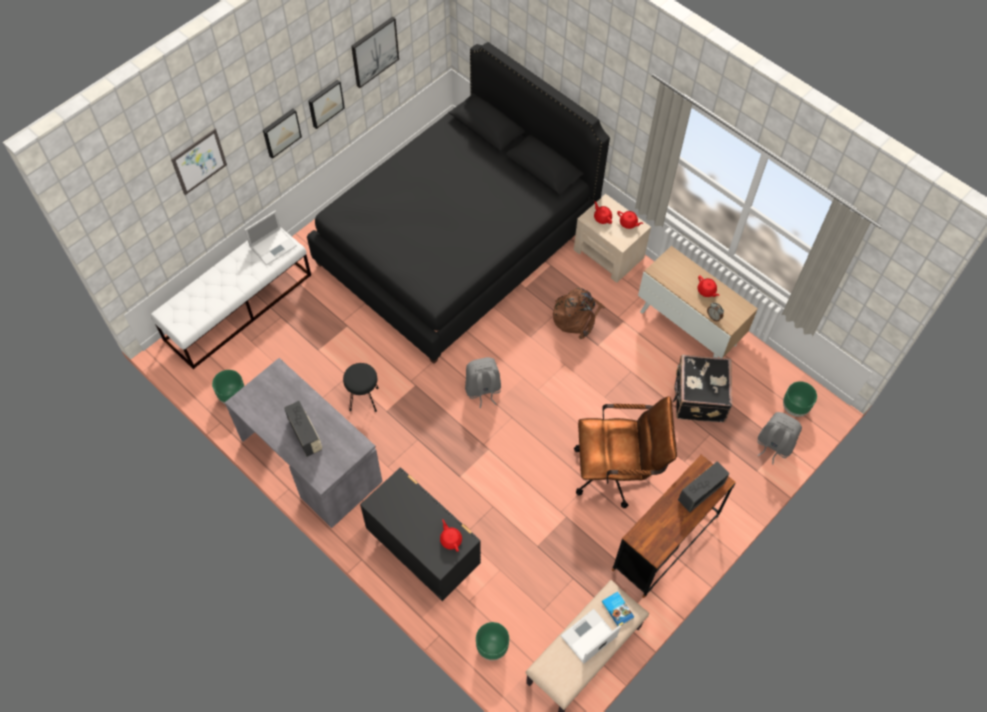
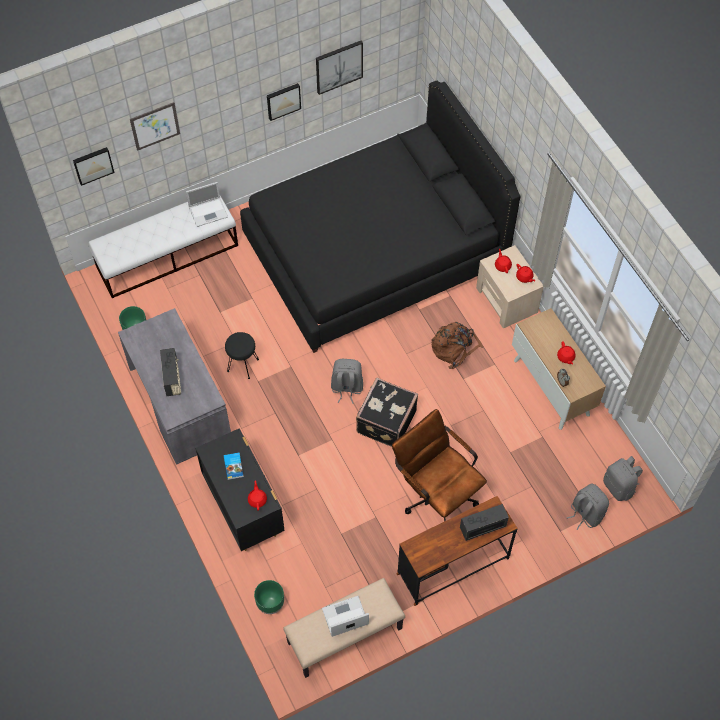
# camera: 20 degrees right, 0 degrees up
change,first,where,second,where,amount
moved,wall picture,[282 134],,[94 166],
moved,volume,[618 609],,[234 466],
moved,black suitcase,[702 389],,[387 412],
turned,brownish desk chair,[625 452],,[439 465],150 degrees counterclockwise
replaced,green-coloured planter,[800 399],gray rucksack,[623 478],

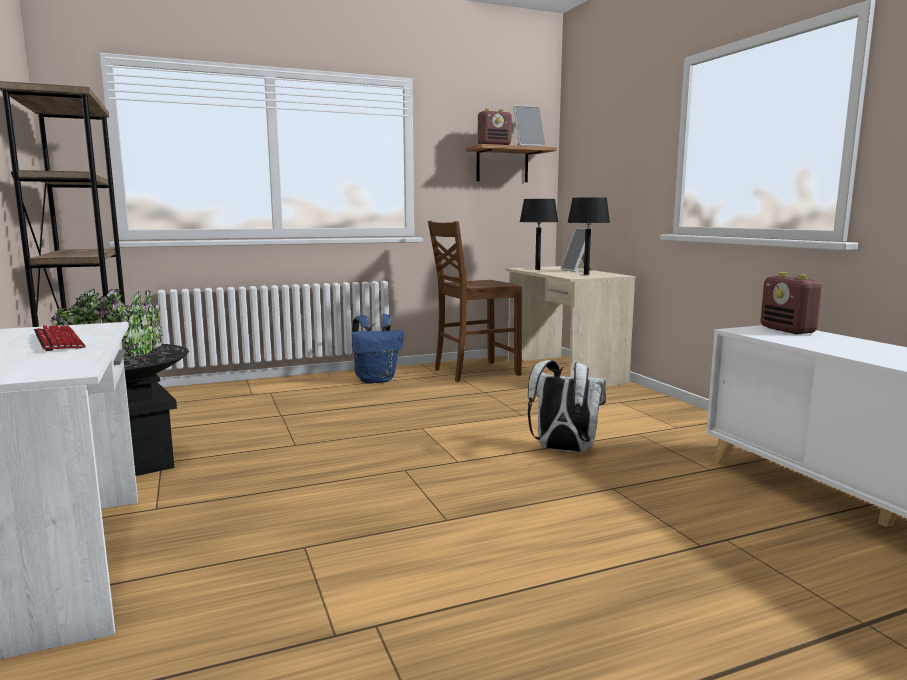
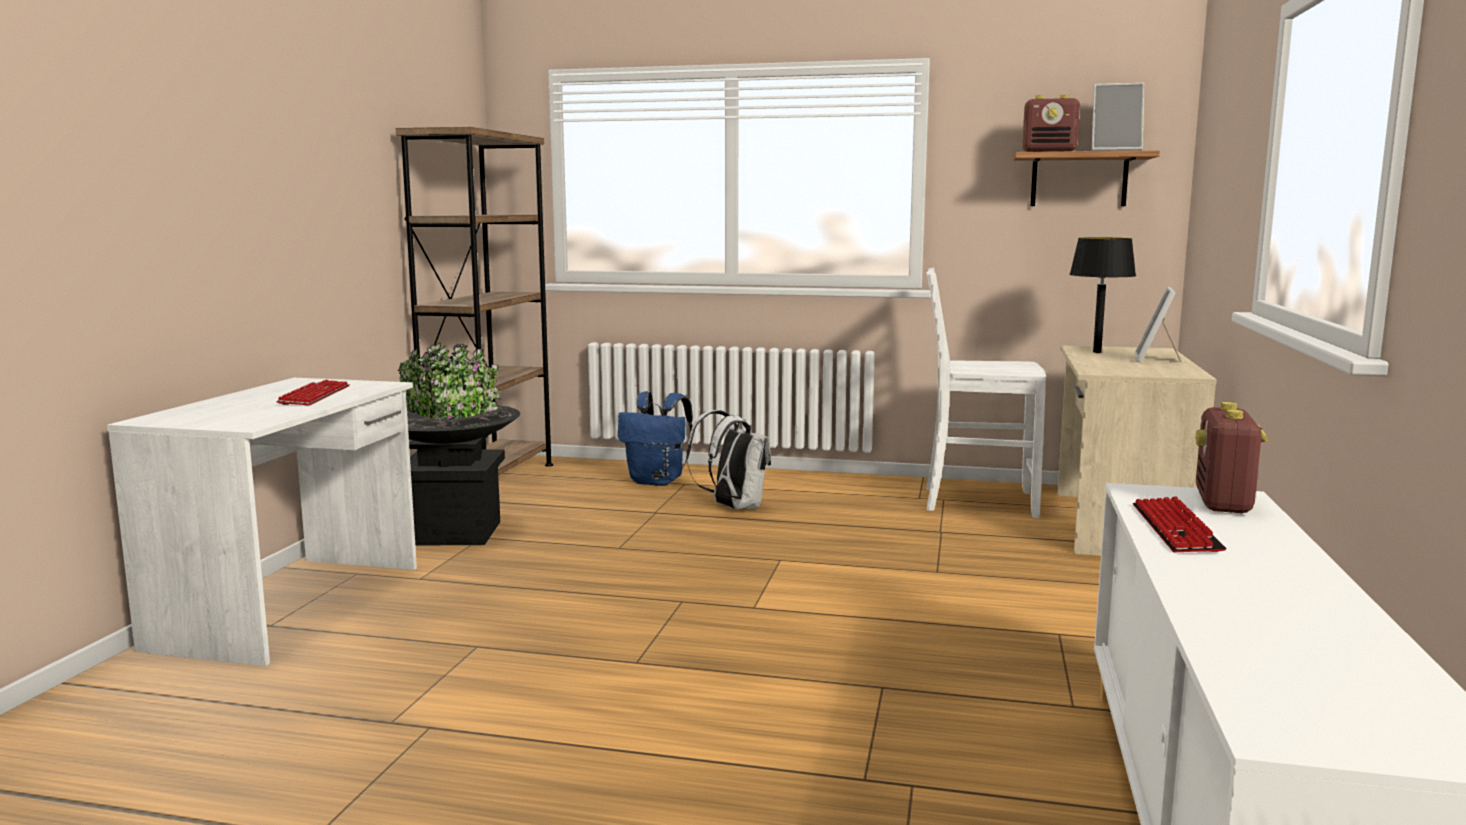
# camera: 35 degrees right, 0 degrees up
change,first,where,second,where,amount
moved,blue-coloured rucksack,[377 349],,[655 438],
moved,whitish rucksack,[567 406],,[728 460],
recoloured,brownish chair,[475 301],whitish chair,[986 393],
added,,,PC keyboard,[1180 524],
removed,black lamp for a table,[588 236],,,

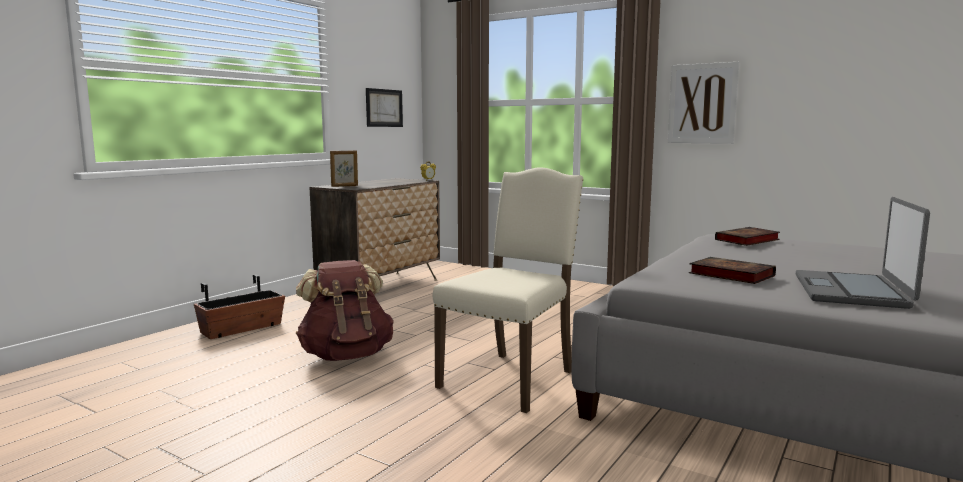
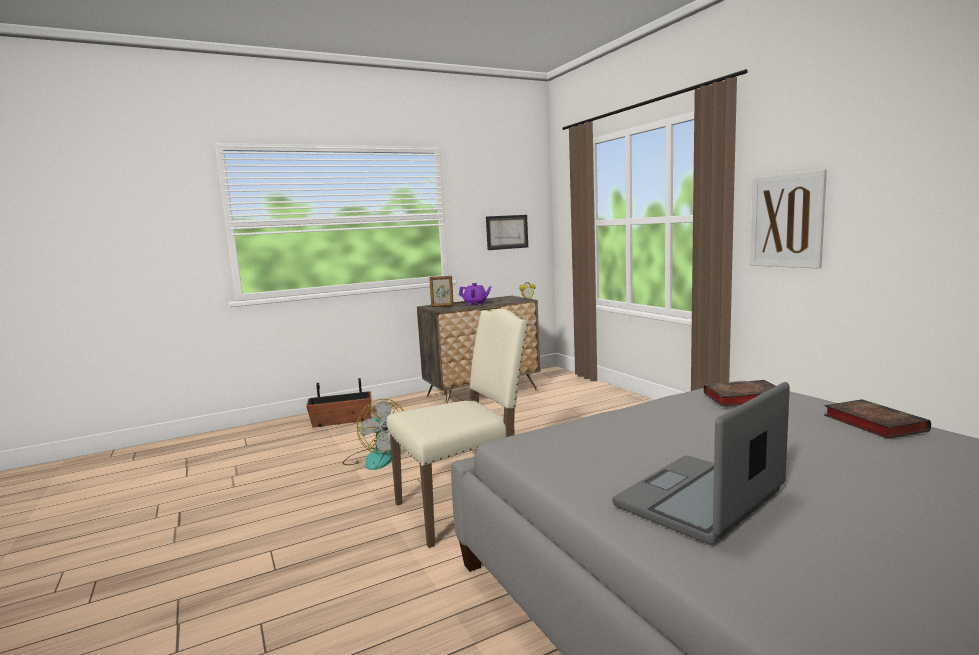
# camera: 30 degrees right, 0 degrees up
change,first,where,second,where,amount
replaced,brownish rucksack,[345 310],fan,[373 434],
added,,,purple pot for tea,[475 294],
moved,volume,[732 270],,[877 419],

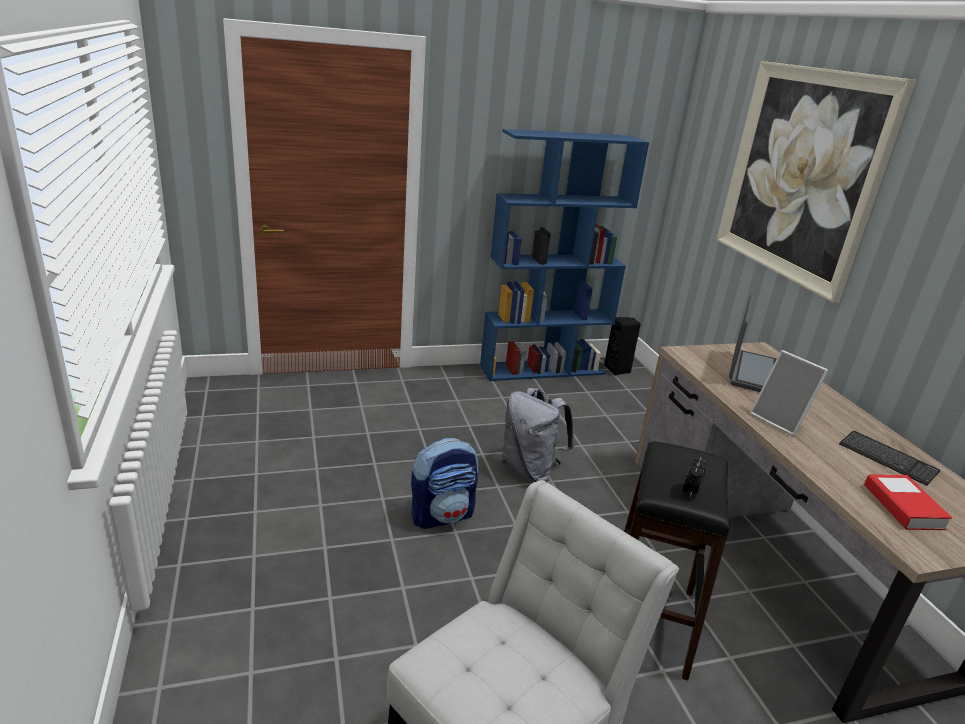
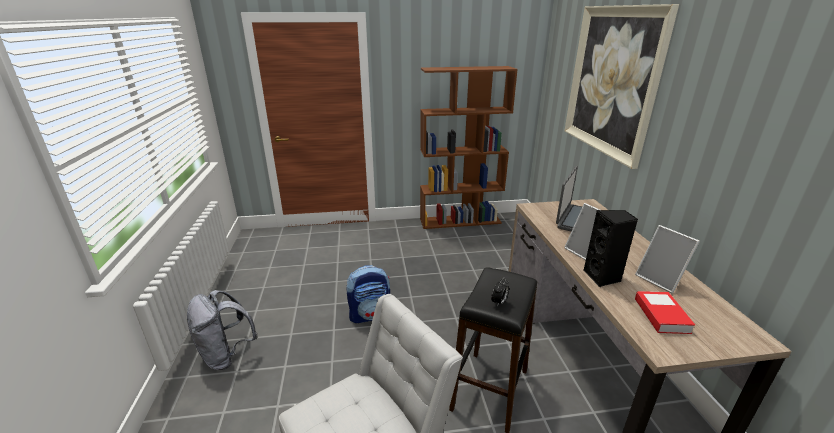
# camera: 10 degrees right, 0 degrees up
change,first,where,second,where,amount
moved,gray rucksack,[538 435],,[222 330],
recoloured,blue-coloured shelving unit,[564 255],brownish shelving unit,[469 147],
moved,black audio speaker,[622 346],,[610 248],
replaced,PC keyboard,[889 458],photo frame,[667 259],

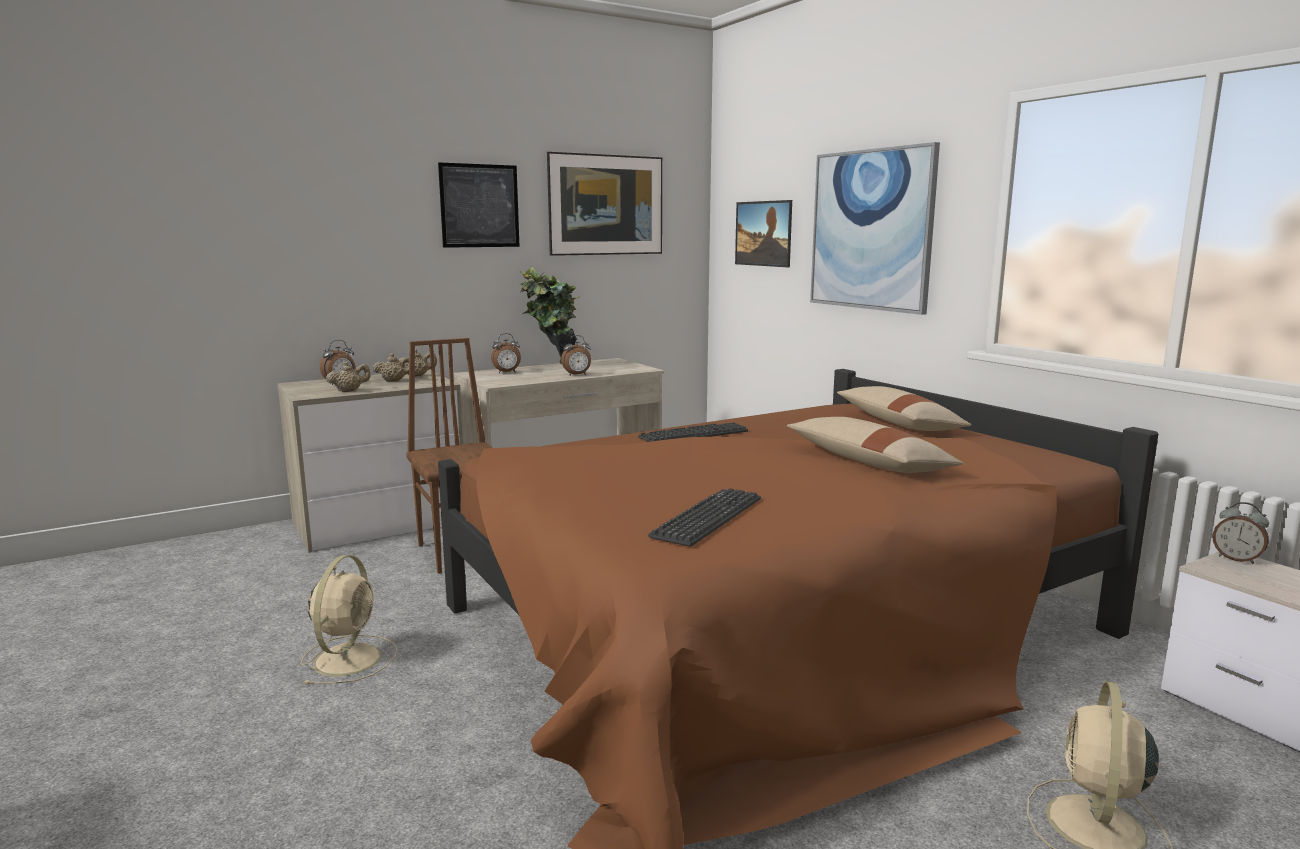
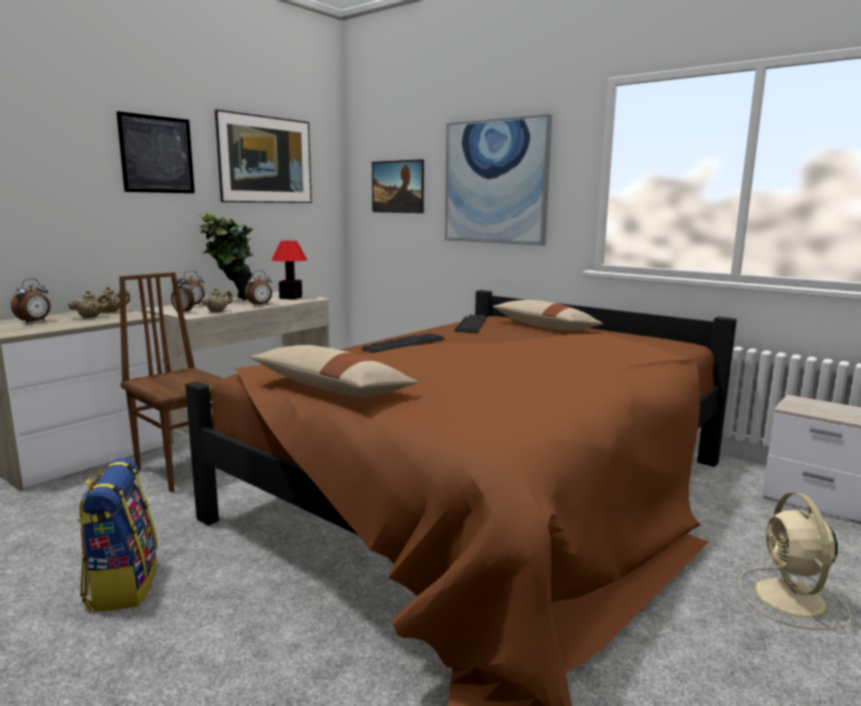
# camera: 20 degrees left, 0 degrees up
change,first,where,second,where,amount
replaced,beige-coloured fan,[349 620],rucksack,[118 535],
moved,alarm clock,[1241 533],,[182 296],
moved,beige-coloured pot for tea,[348 376],,[217 300],
moved,beige-coloured pillow,[875 445],,[334 371],
added,,,lamp for a table,[289 270],
moved,PC keyboard,[704 517],,[470 324],

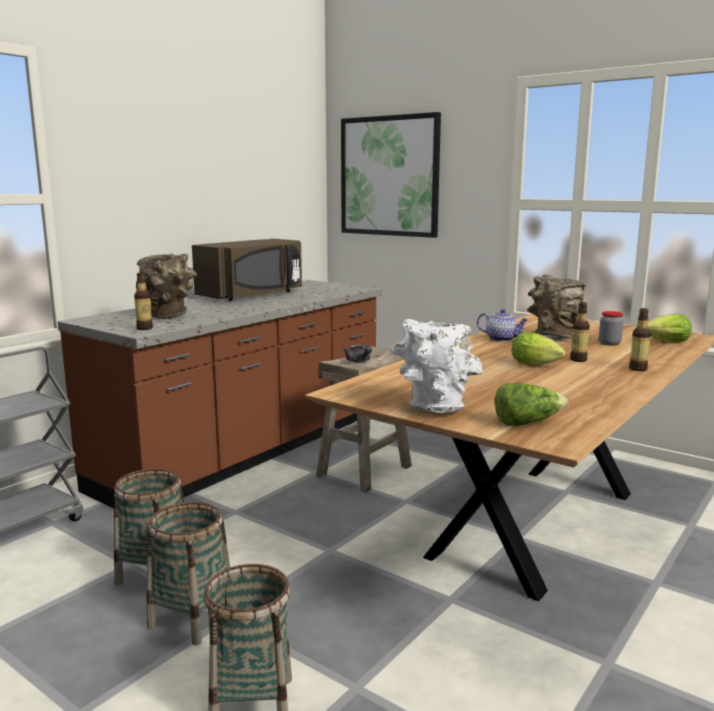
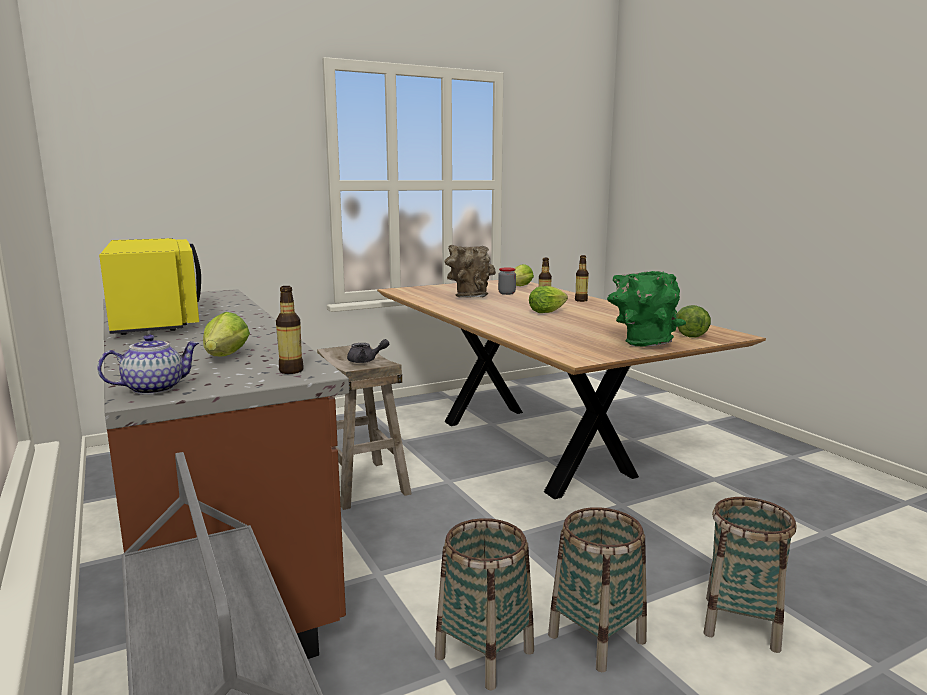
# camera: 65 degrees left, 0 degrees up
change,first,where,second,where,amount
moved,pot for tea,[503 325],,[148 364],
recoloured,brownish microwave oven,[247 270],yellowish microwave oven,[150 286],
replaced,brownish decorative vase,[166 286],lettuce head,[226 334],
recoloured,whitish decorative vase,[437 366],green-coloured decorative vase,[646 309],
removed,wall picture,[391 175],,,

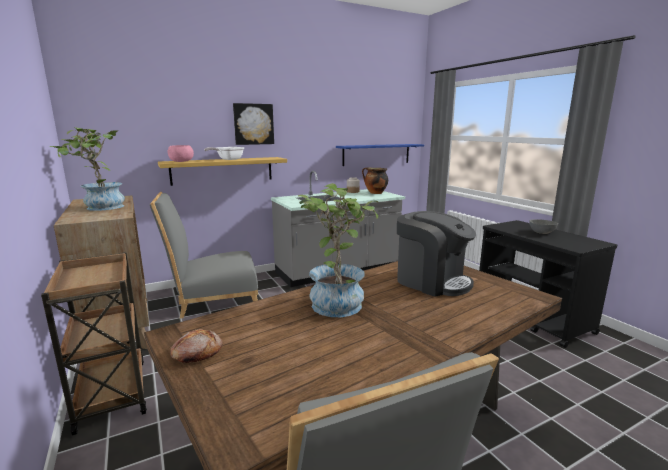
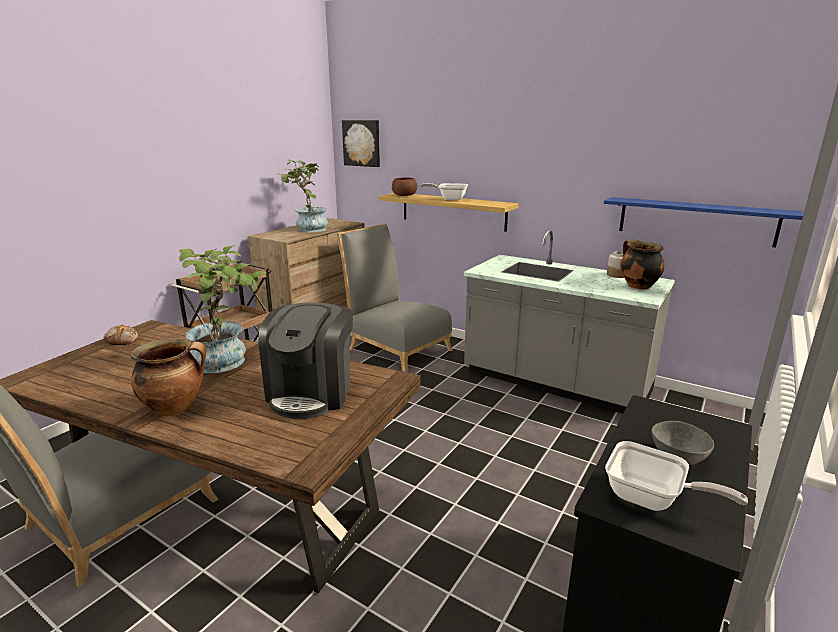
# camera: 60 degrees right, 5 degrees up
change,first,where,second,where,amount
added,,,stockpot,[168 377],
moved,wall picture,[253 124],,[361 143],
recoloured,pinkish deep dish,[181 153],brownish deep dish,[404 186],
added,,,frying pan,[676 476],

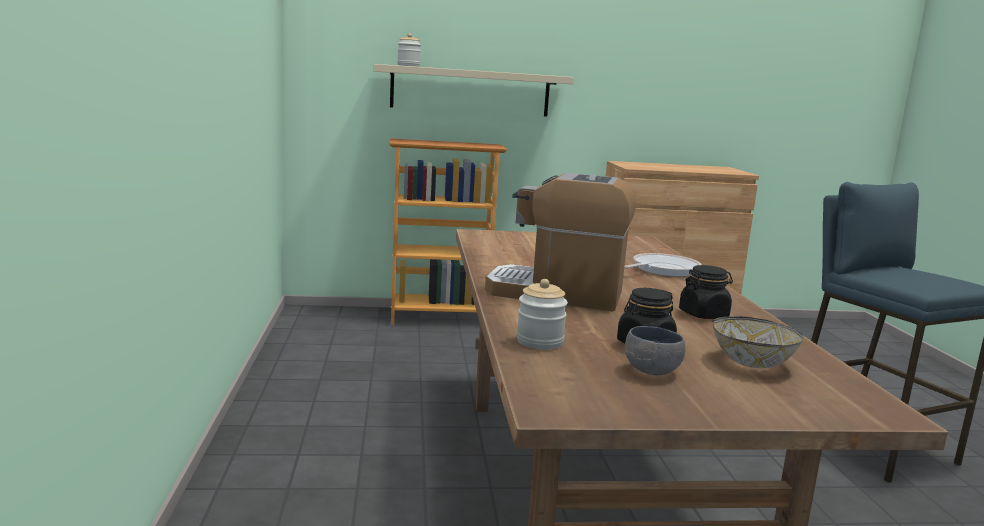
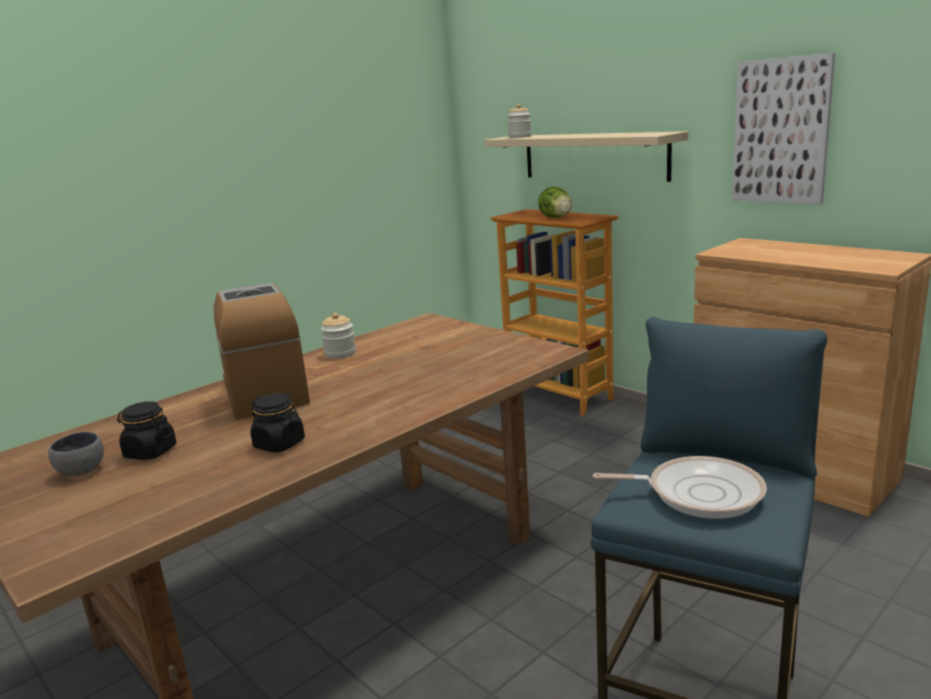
# camera: 55 degrees right, 5 degrees up
change,first,where,second,where,amount
moved,jar,[542 314],,[338 336],
added,,,lettuce head,[555 202],
moved,frying pan,[663 265],,[680 487],
added,,,wall picture,[783 129],
removed,deep dish,[758 342],,,

